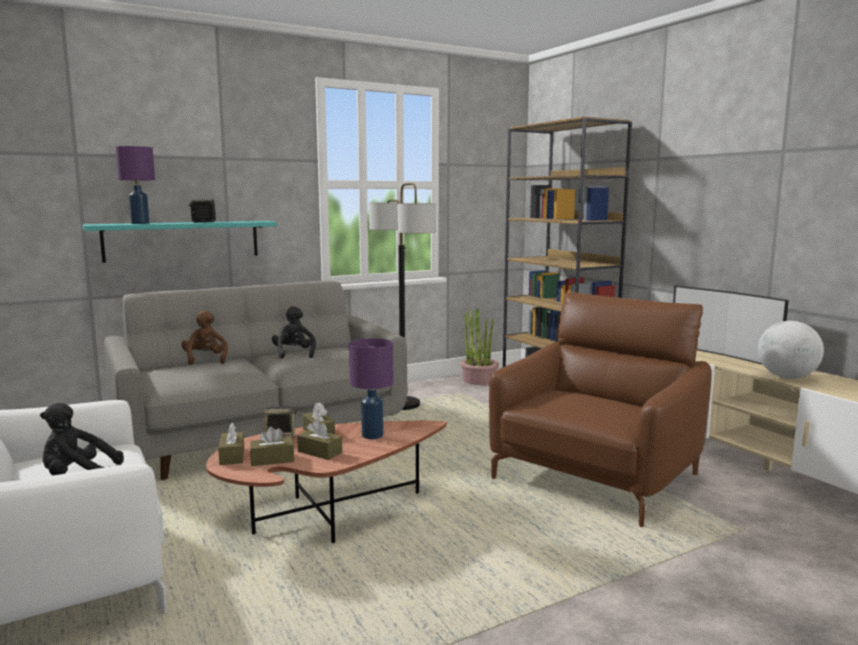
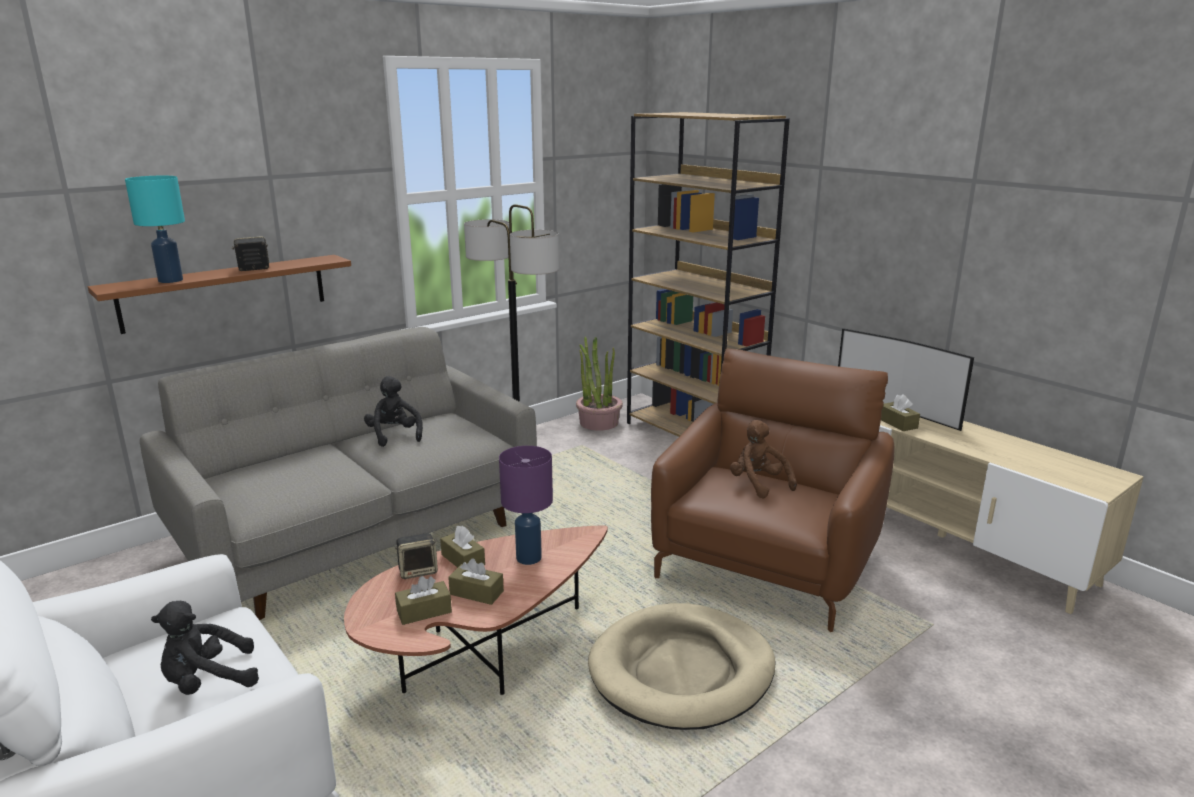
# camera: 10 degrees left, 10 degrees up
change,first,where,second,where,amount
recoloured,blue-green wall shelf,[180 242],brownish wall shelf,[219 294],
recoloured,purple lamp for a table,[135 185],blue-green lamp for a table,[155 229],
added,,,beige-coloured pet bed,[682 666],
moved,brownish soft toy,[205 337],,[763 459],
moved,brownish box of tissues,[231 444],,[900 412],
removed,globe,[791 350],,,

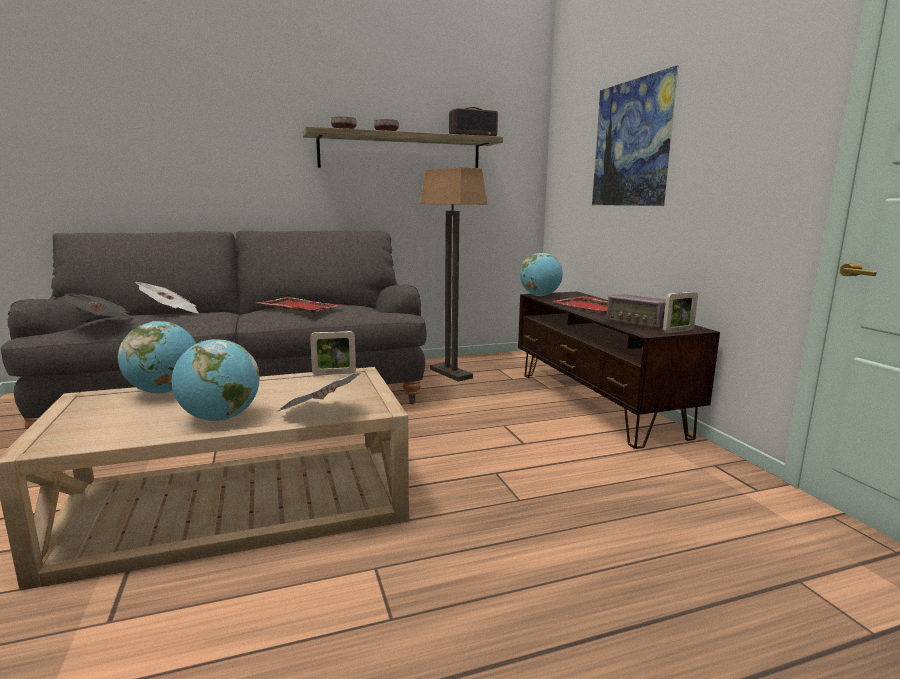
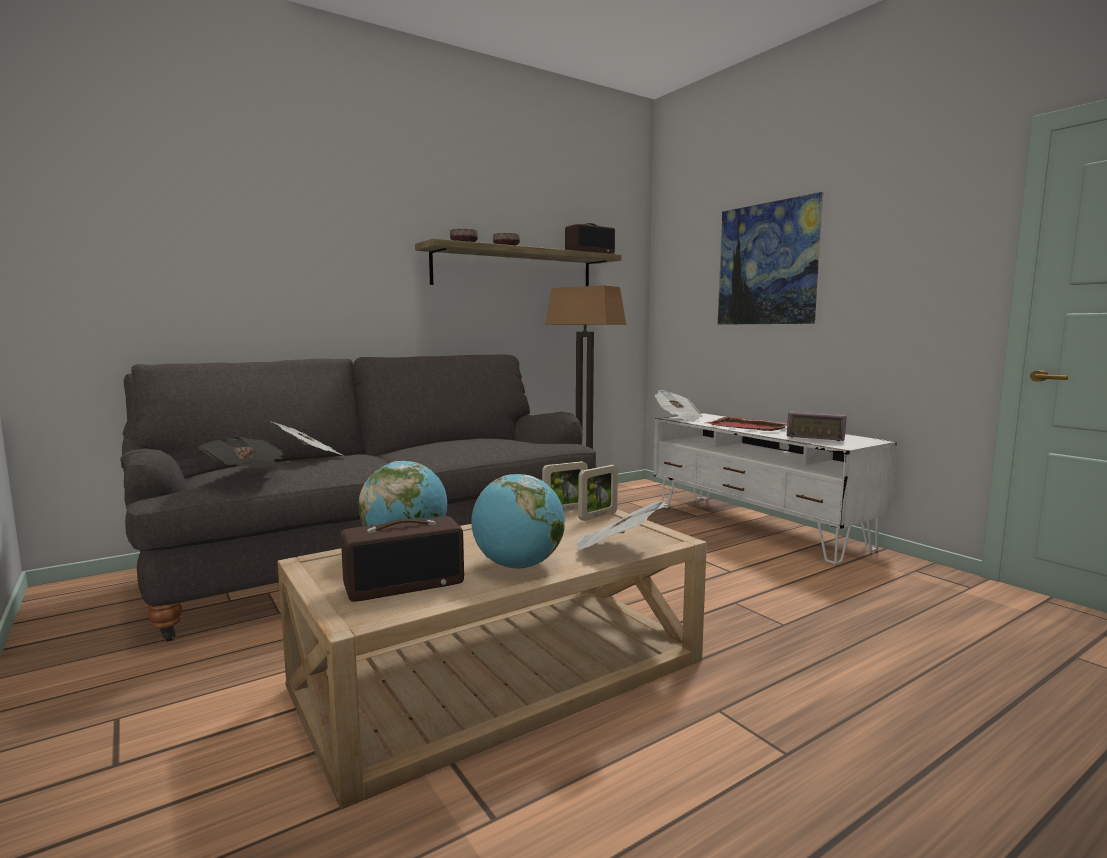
# camera: 15 degrees left, 5 degrees down
change,first,where,second,where,amount
added,,,radio,[402 559],
moved,photo frame,[680 312],,[598 493],
recoloured,brownish tv unit,[619 370],whitish tv unit,[775 488],
replaced,globe,[541 274],newspaper,[678 406],
removed,red carrying tray,[298 305],,,

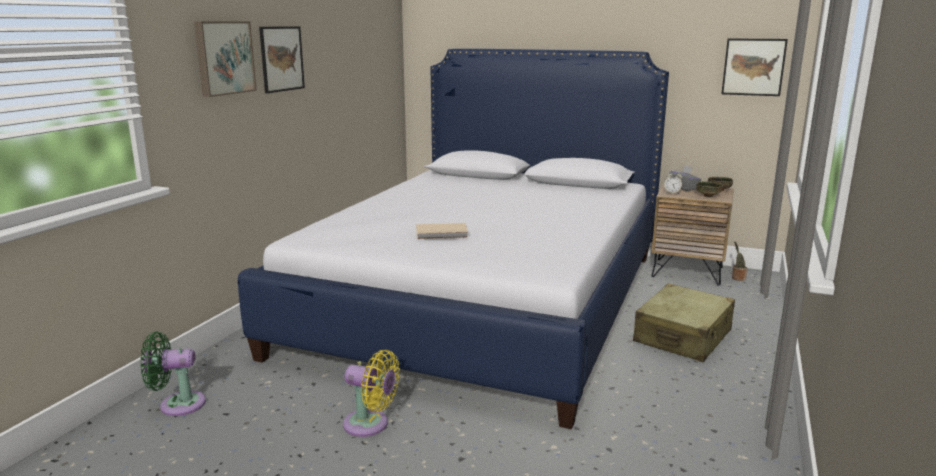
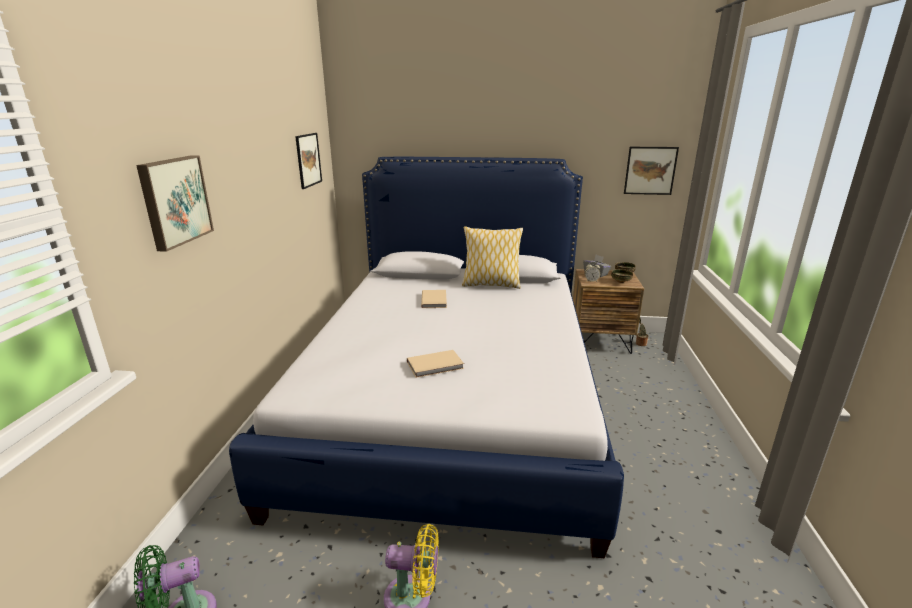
# camera: 15 degrees left, 5 degrees up
change,first,where,second,where,amount
moved,wall picture,[282 59],,[308 161],
added,,,beige-coloured volume,[434 299],
added,,,pillow,[492 257],
removed,beige-coloured suitcase,[684 323],,,

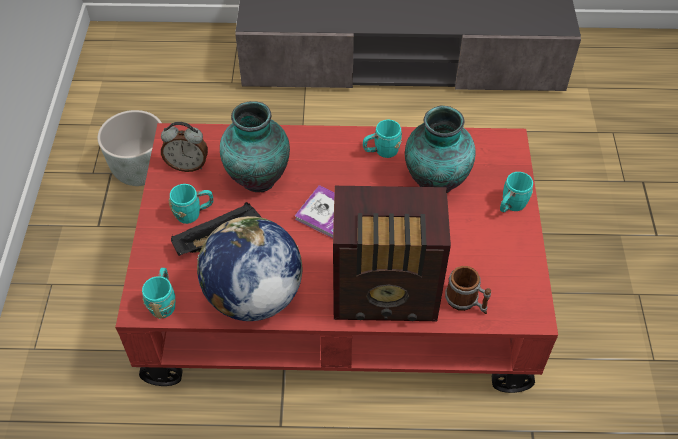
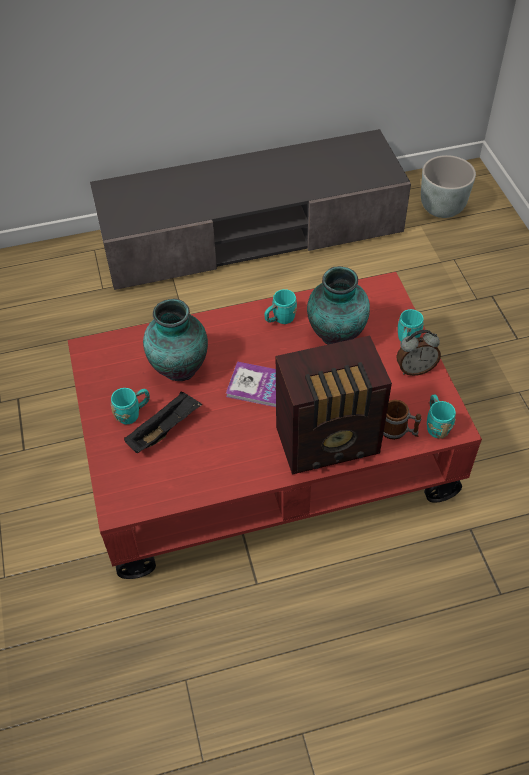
# camera: 15 degrees left, 0 degrees up
change,first,where,second,where,amount
moved,alarm clock,[184 147],,[418 353],
moved,gray planter,[130 148],,[448 186],
moved,blue-green mug,[158 293],,[441 416],
removed,globe,[249 268],,,

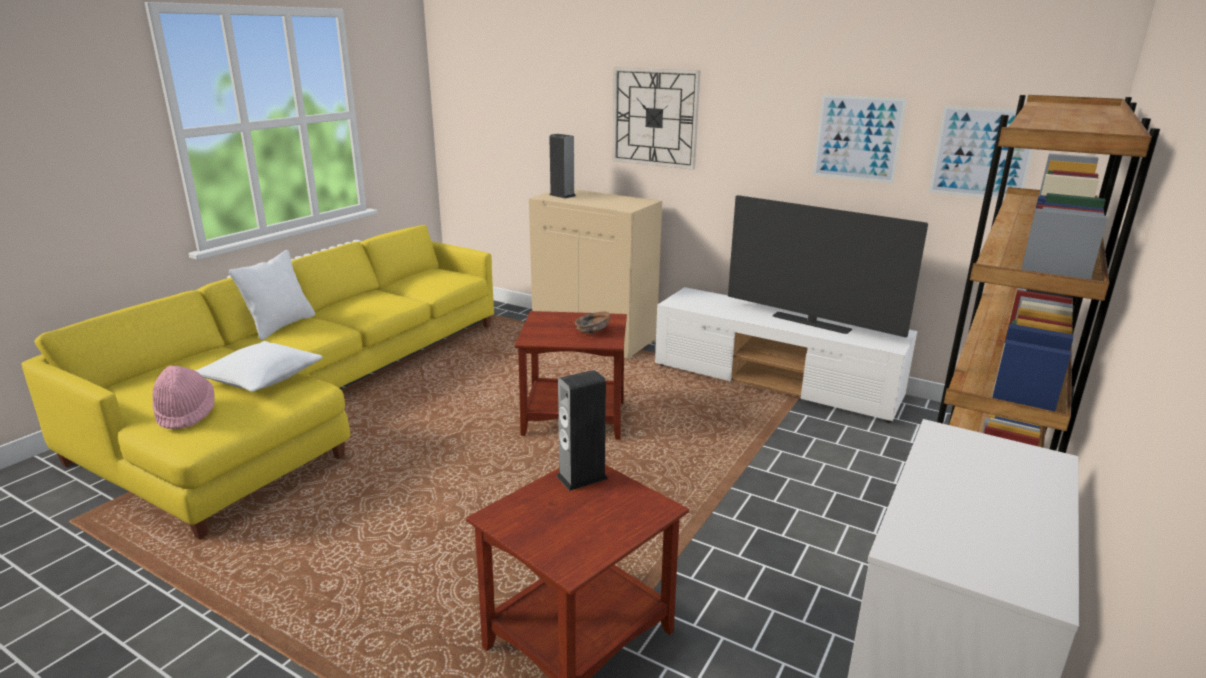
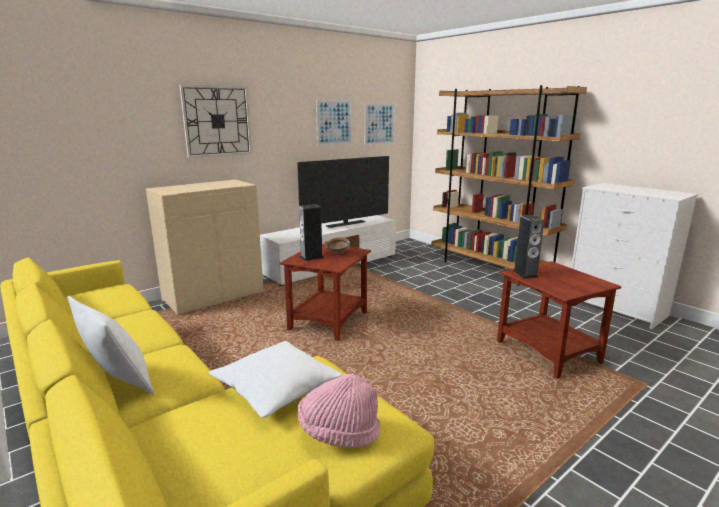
# camera: 70 degrees left, 5 degrees down
change,first,where,second,where,amount
moved,audio speaker,[562 166],,[311 232],

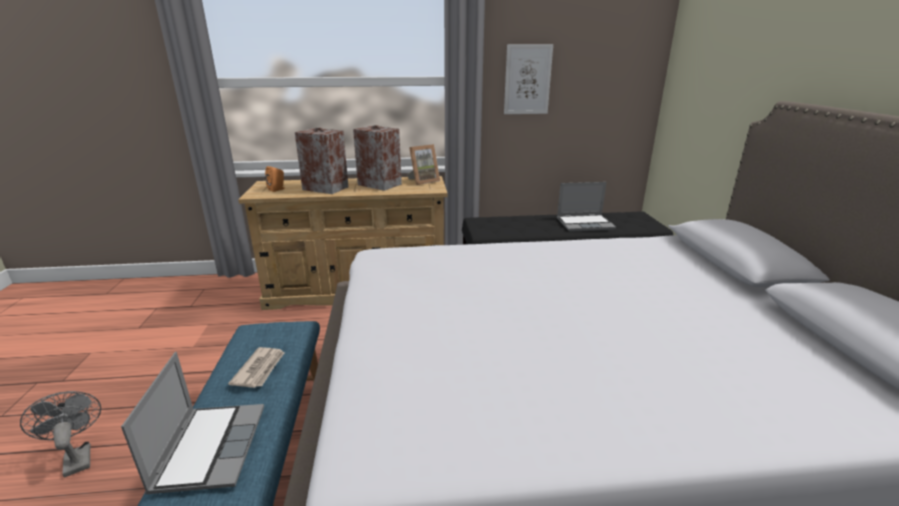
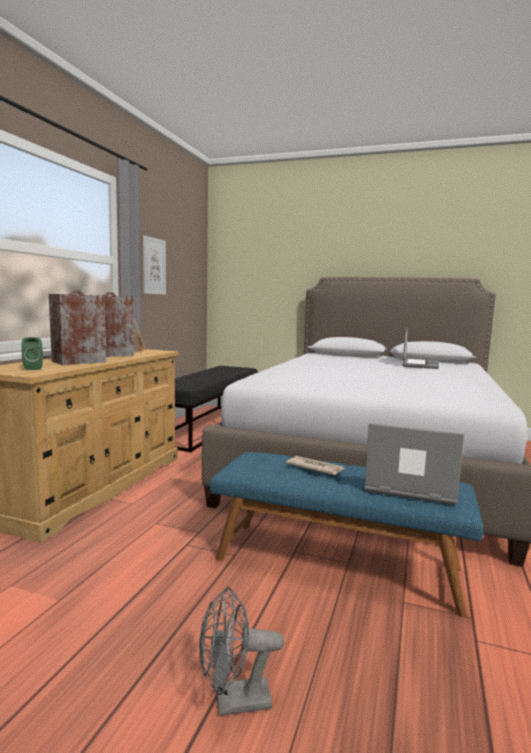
# camera: 65 degrees left, 15 degrees down
change,first,where,second,where,amount
recoloured,orangey audio speaker,[275 179],green-coloured audio speaker,[32 354],
moved,notebook computer,[586 207],,[420 348],

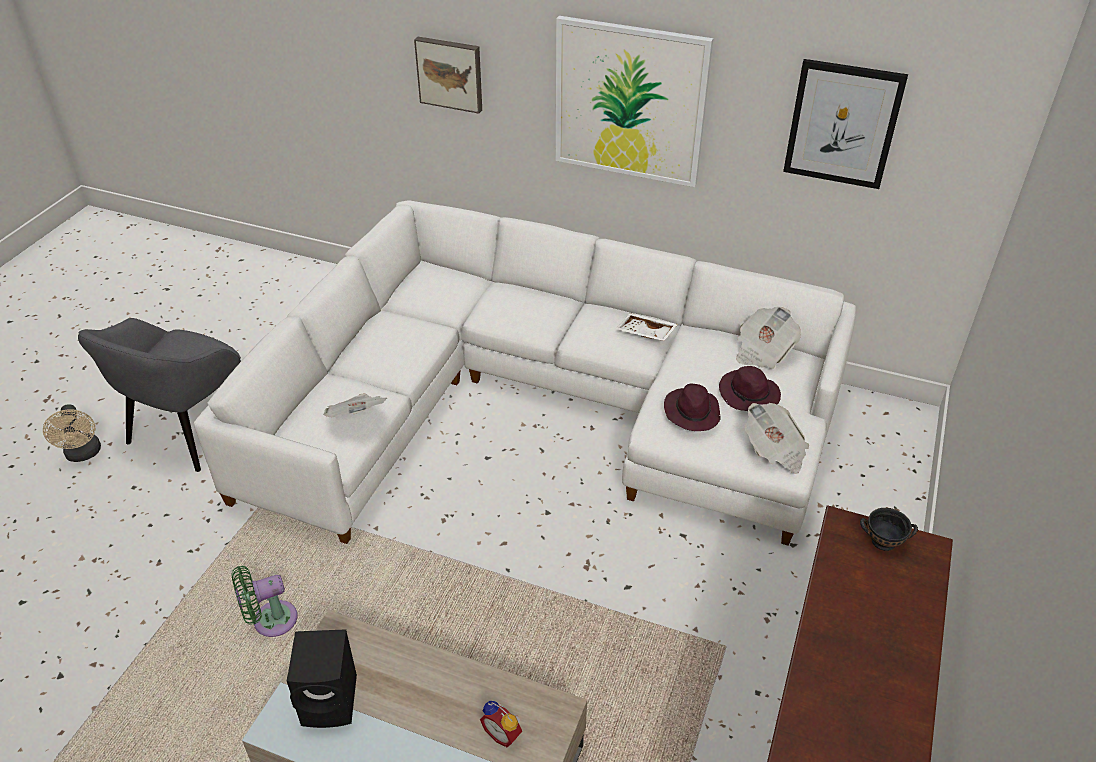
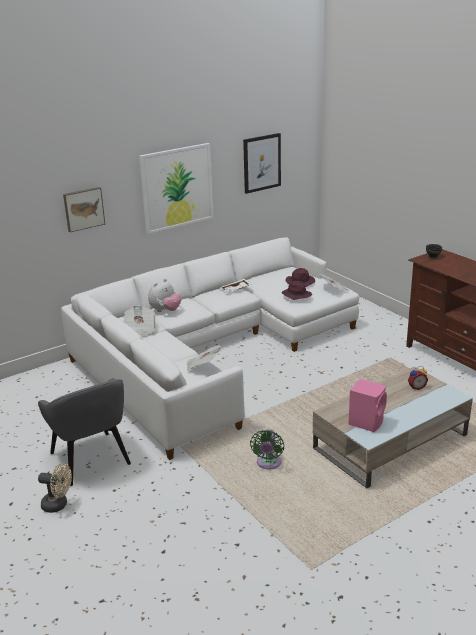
# camera: 55 degrees left, 15 degrees down
change,first,where,second,where,amount
moved,newspaper,[768 338],,[139 321],
added,,,soft toy,[165 295],
recoloured,black audio speaker,[322 678],pinkish audio speaker,[367 405],

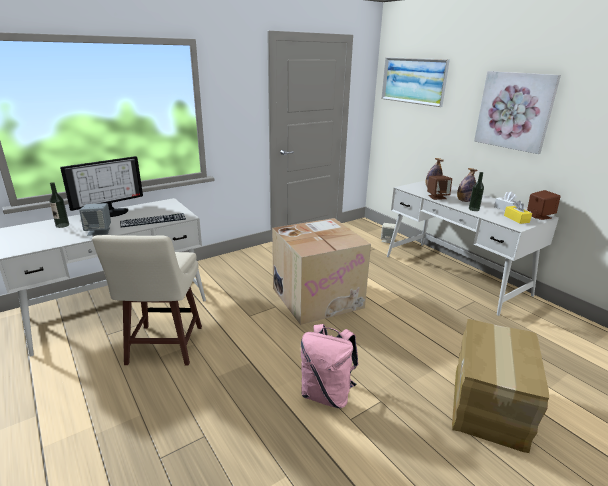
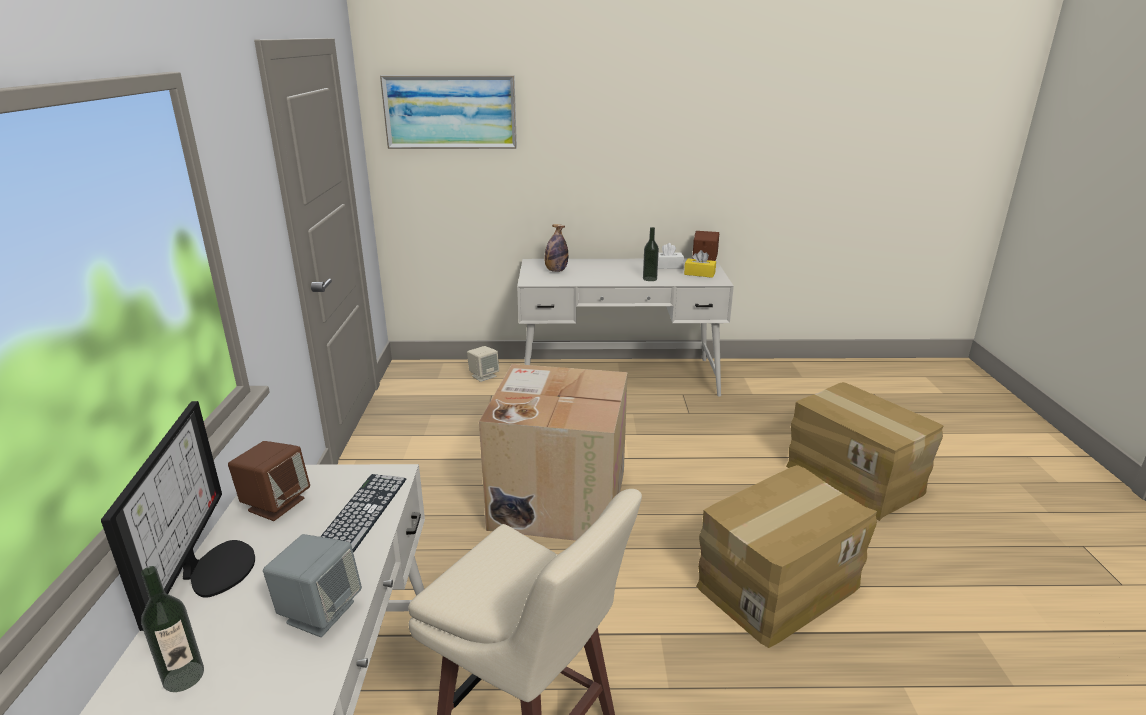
# camera: 55 degrees left, 0 degrees up
change,first,where,second,where,amount
moved,brownish audio speaker,[439 187],,[269 481],
replaced,pinkish rucksack,[329 366],carton,[786 556],
removed,beverage bottle,[467 185],,,
removed,wall picture,[517 112],,,

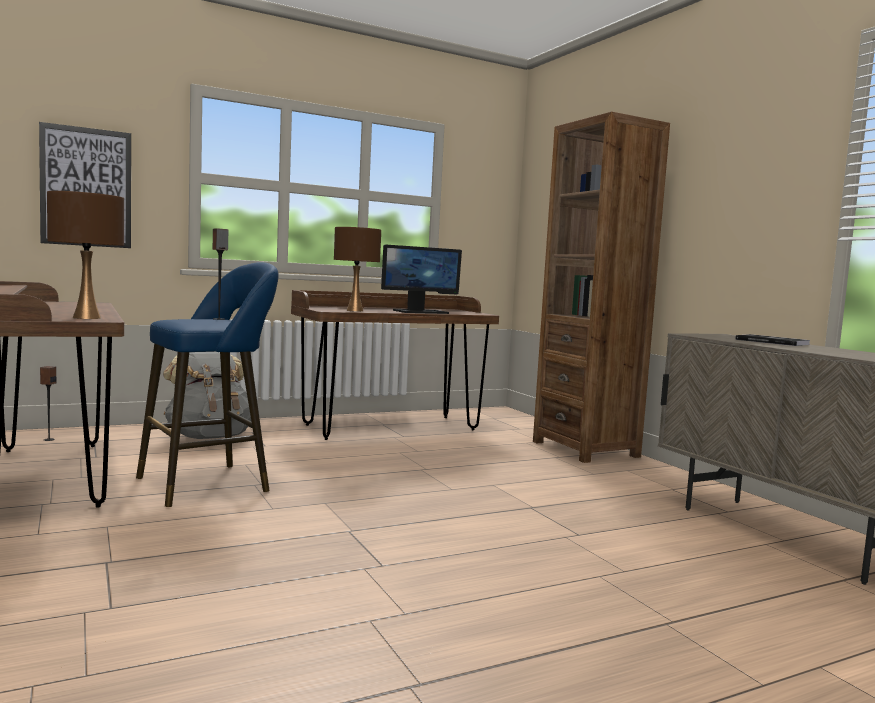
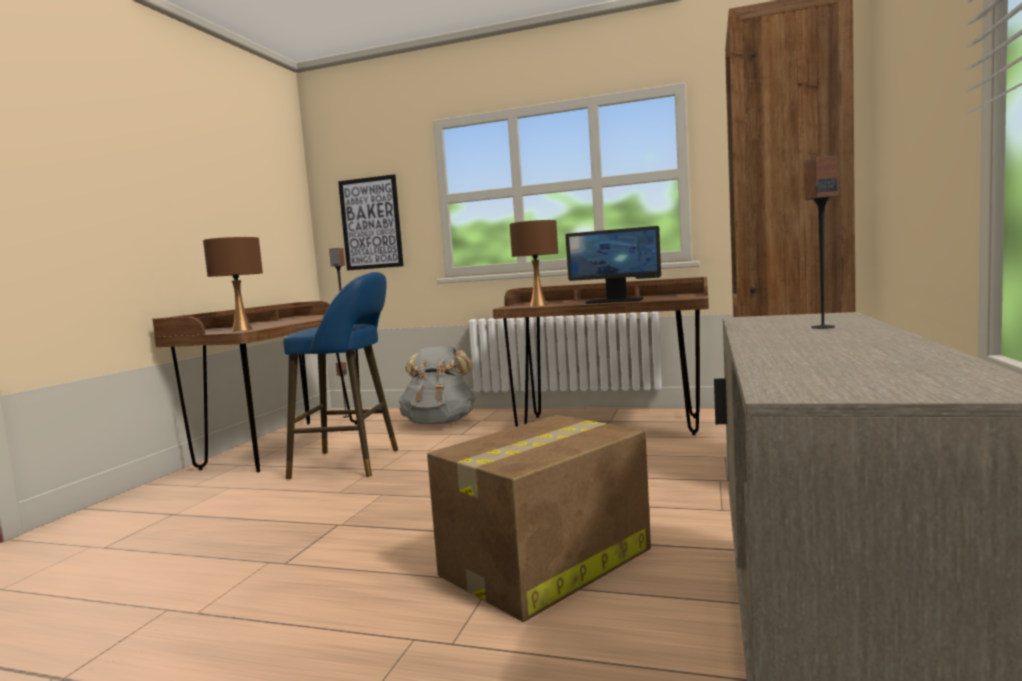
# camera: 45 degrees right, 0 degrees up
change,first,where,second,where,amount
added,,,carton,[539 518],
replaced,volume,[772 340],audio speaker,[821 242],

